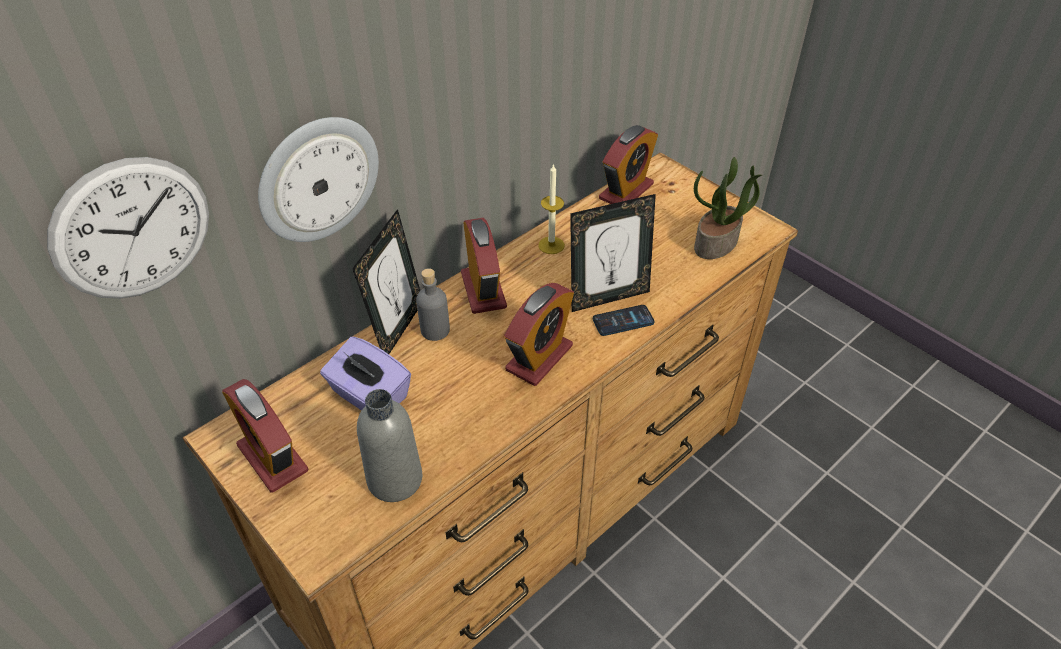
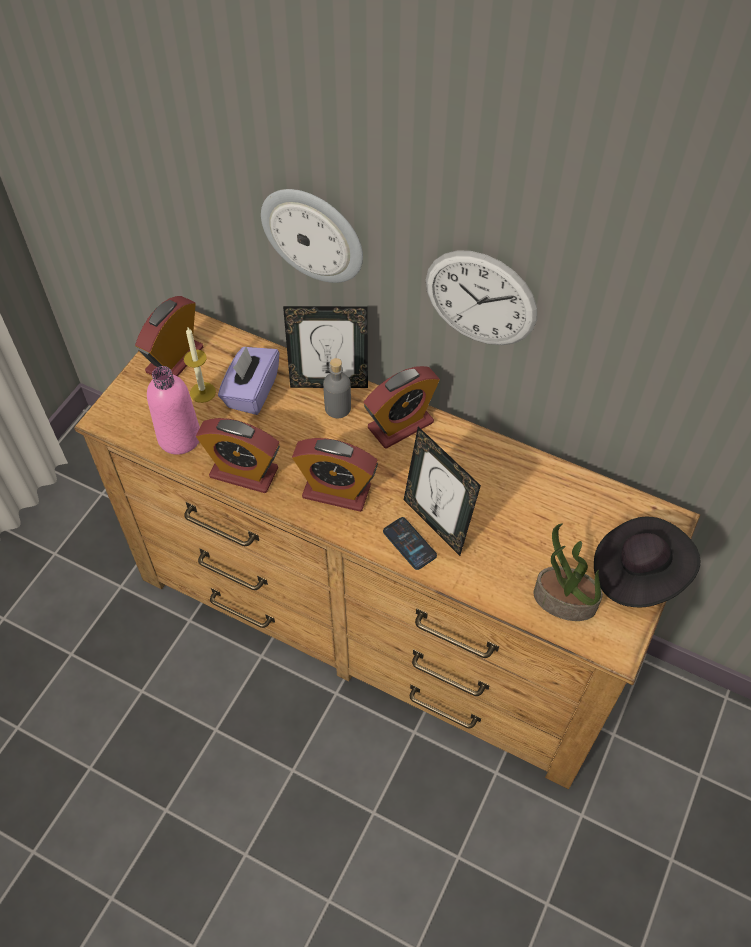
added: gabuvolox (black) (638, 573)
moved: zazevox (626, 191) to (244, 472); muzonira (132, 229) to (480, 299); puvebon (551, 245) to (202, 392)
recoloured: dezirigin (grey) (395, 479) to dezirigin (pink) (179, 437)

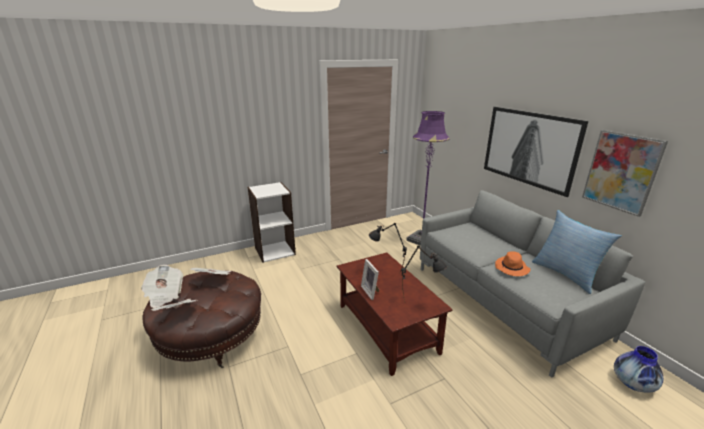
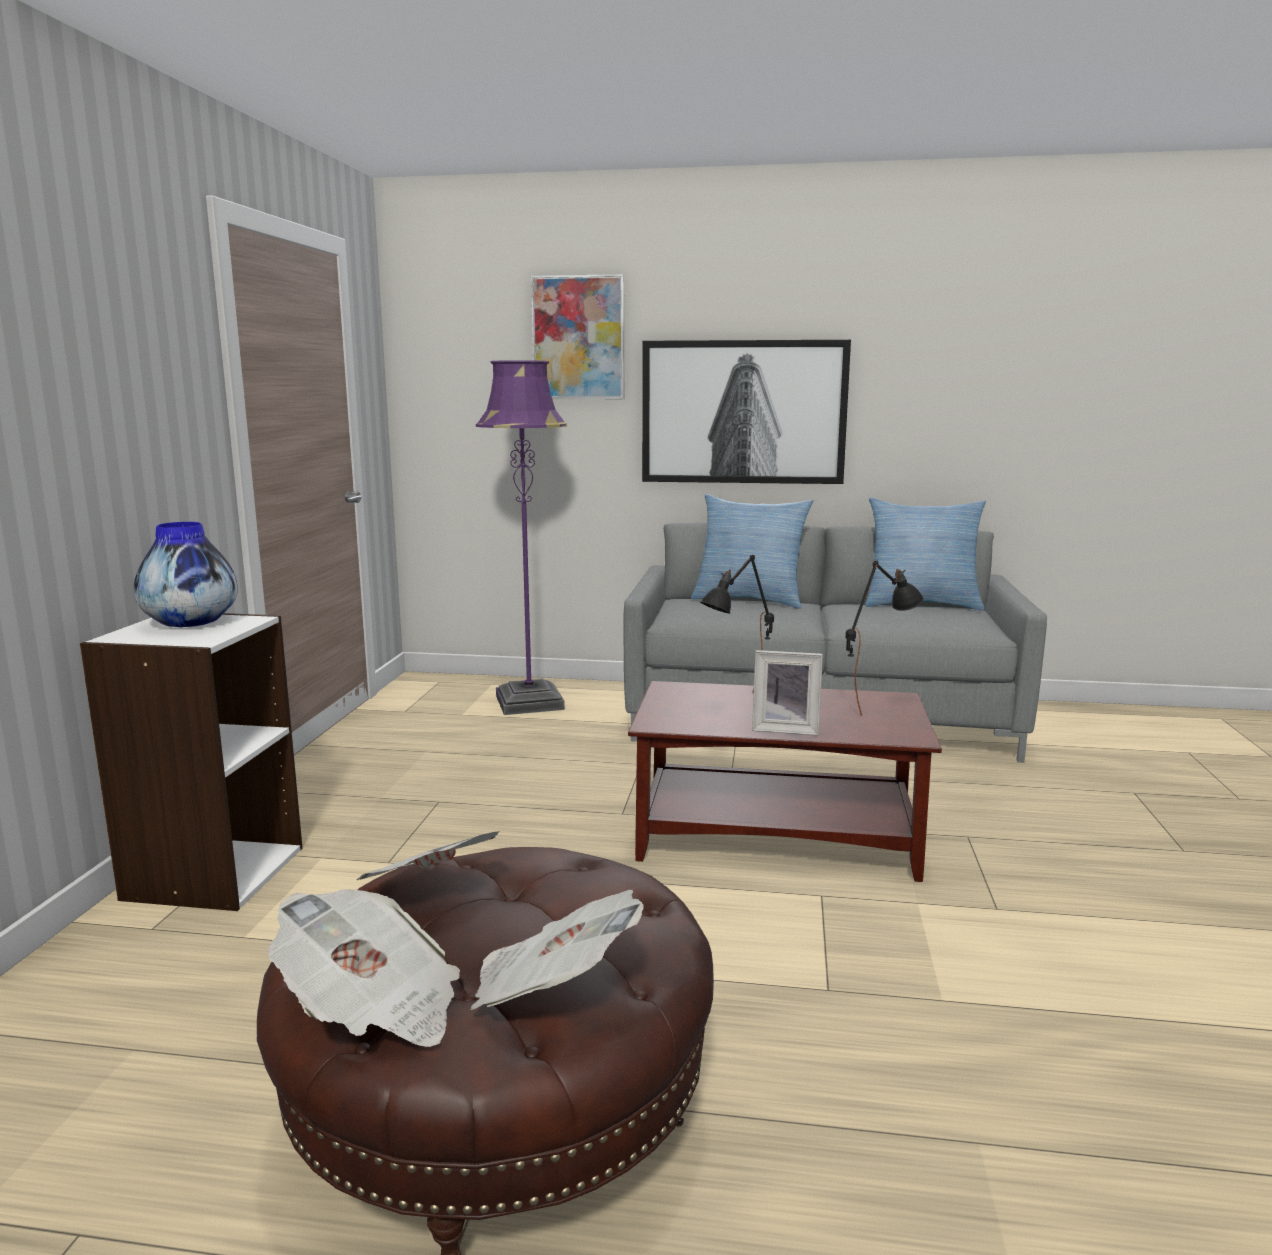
removed: gabuvolox (orange) (512, 268)
added: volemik (750, 600)
moved: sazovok (621, 171) to (578, 338); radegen (633, 383) to (191, 623)

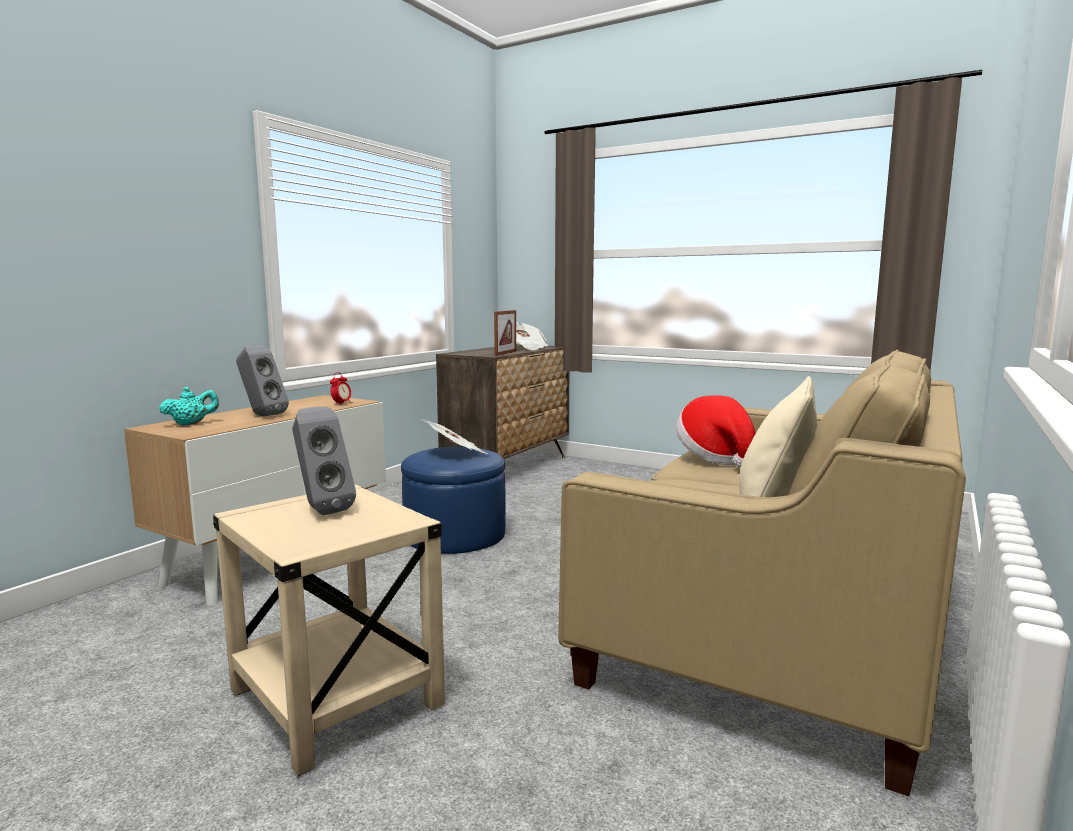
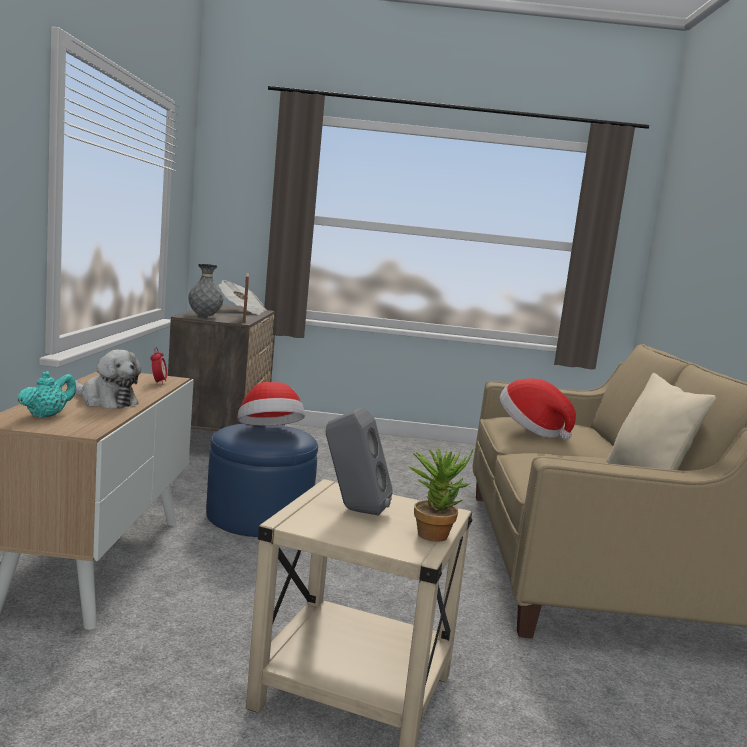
added: radegen (grey) (204, 316); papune (433, 532)
replaced: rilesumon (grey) (261, 415) to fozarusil (105, 401); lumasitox (455, 454) to gabuvolox (269, 433)

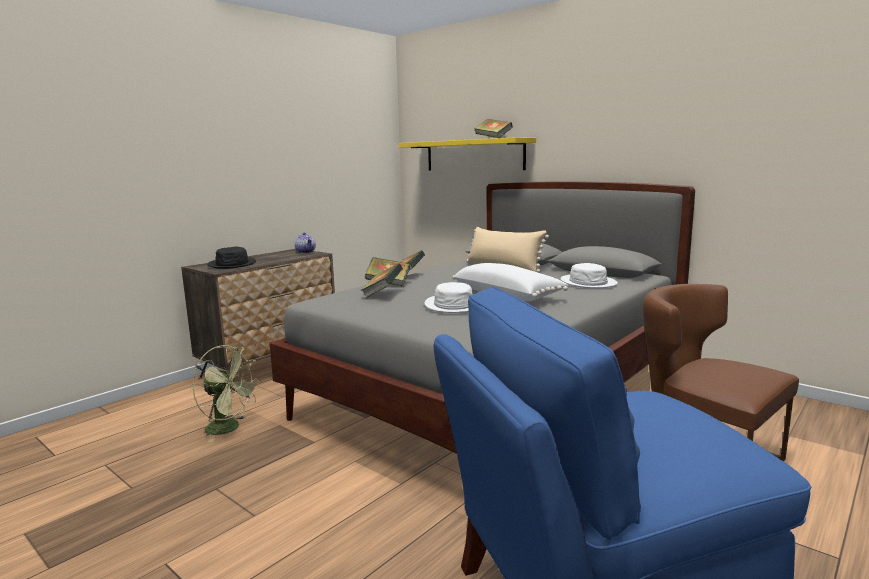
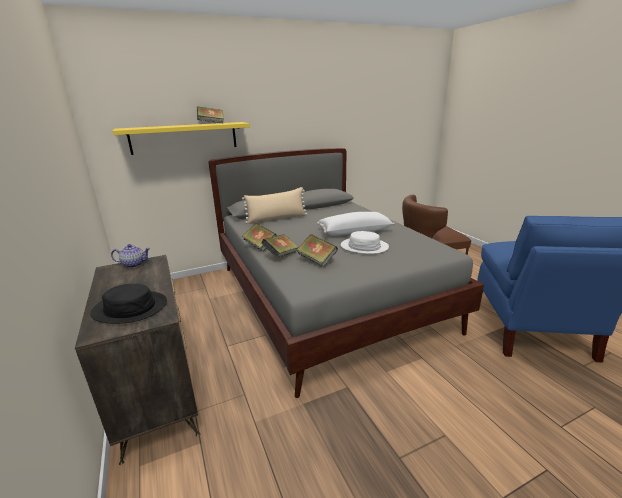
removed: gabuvolox (white) (588, 282); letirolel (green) (229, 429)

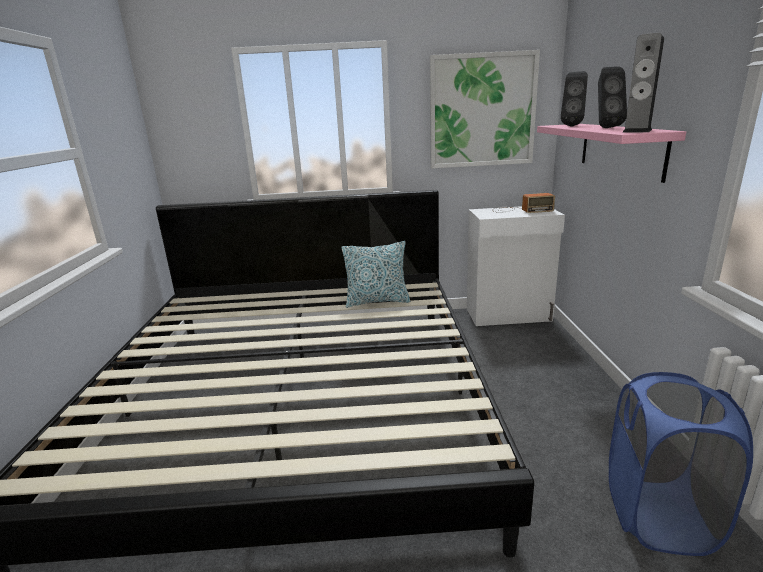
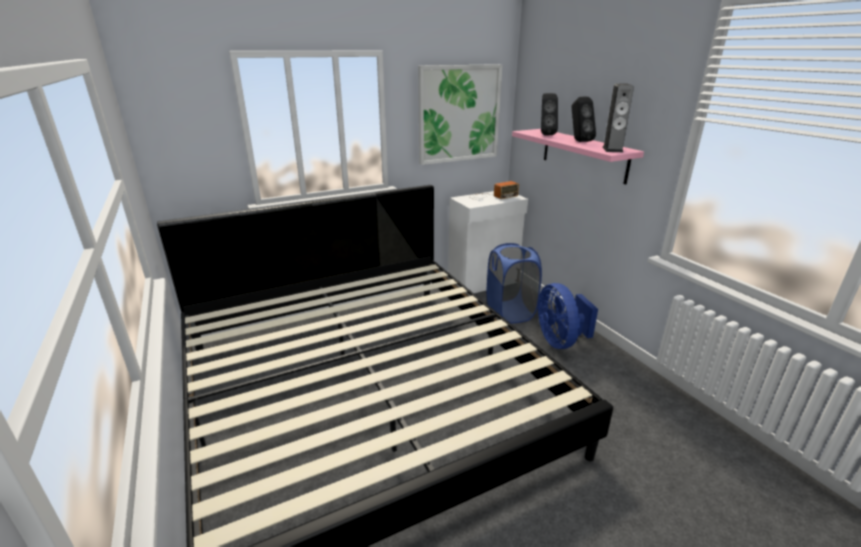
removed: volemik (377, 301)
added: letirolel (blue) (560, 340)
moved: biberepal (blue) (658, 516) to (510, 312)

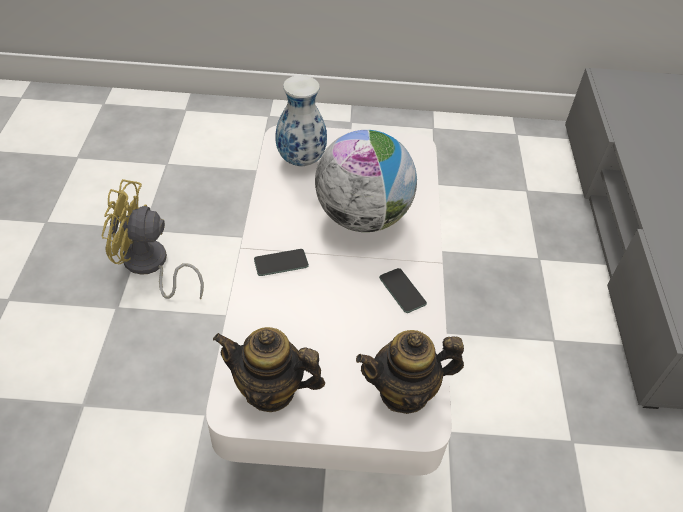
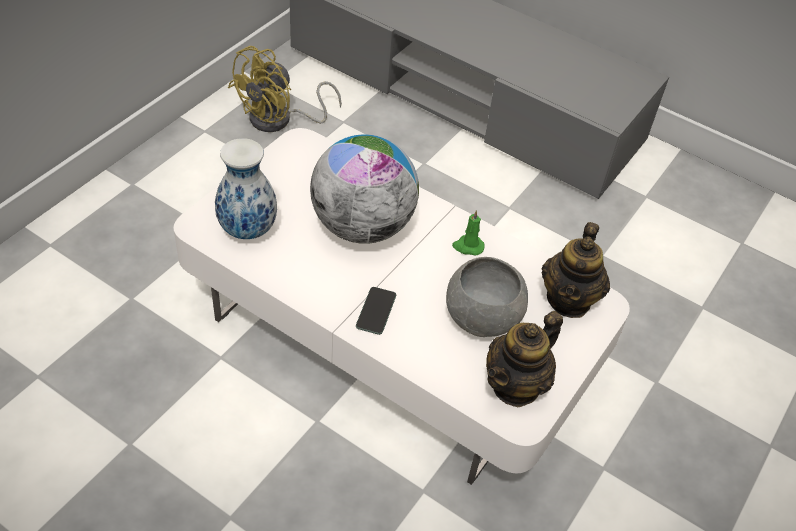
added: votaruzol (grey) (482, 318)
moved: letirolel (yellow) (150, 266) to (280, 120)
replaced: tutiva (402, 291) to puvebon (green) (468, 246)

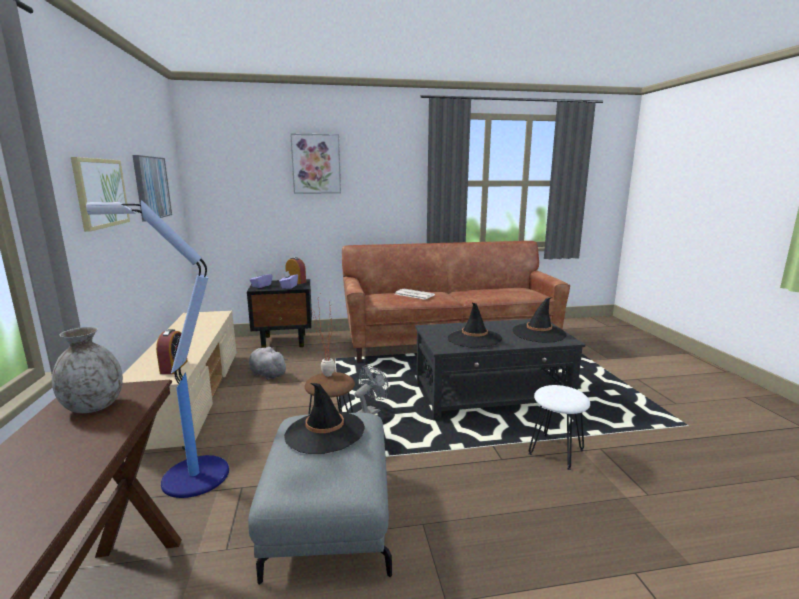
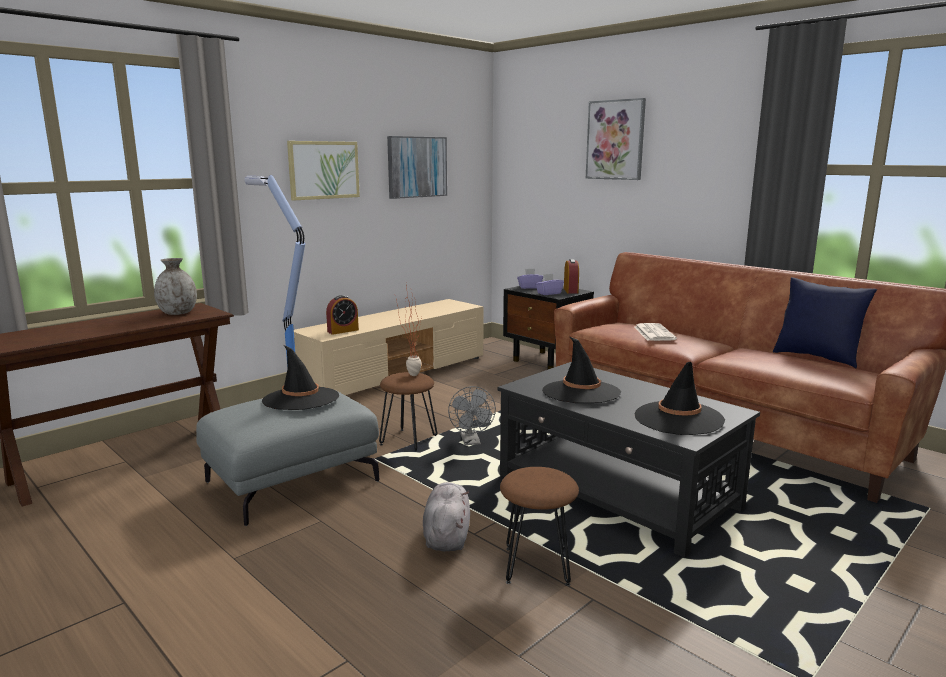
added: volemik (blue) (816, 357)
moved: fozarusil (grey) (267, 374) to (447, 536)
recoloured: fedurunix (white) (556, 452) to fedurunix (brown) (536, 566)
turned: letirolel (grey) (370, 412) = (471, 442) 75 degrees clockwise

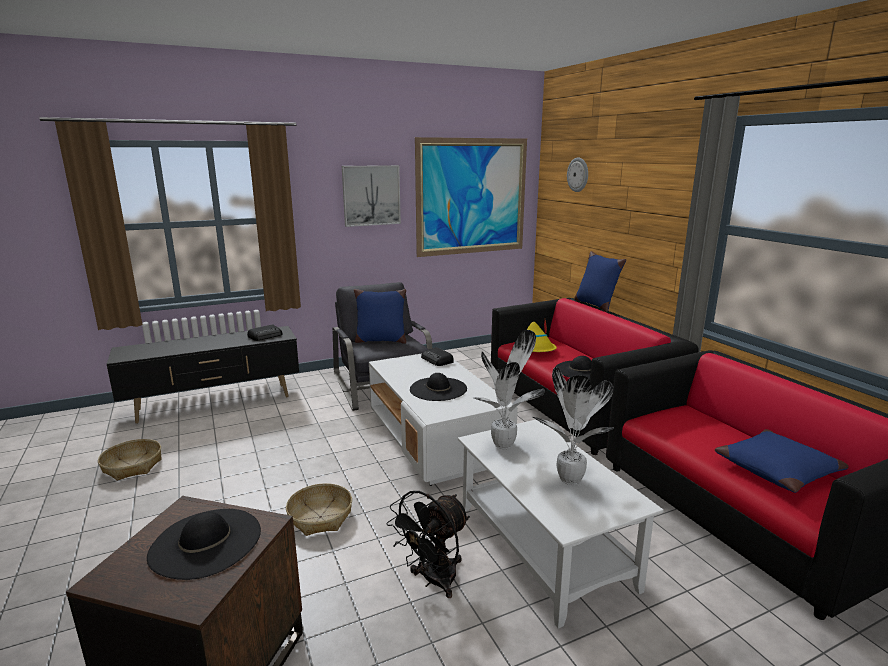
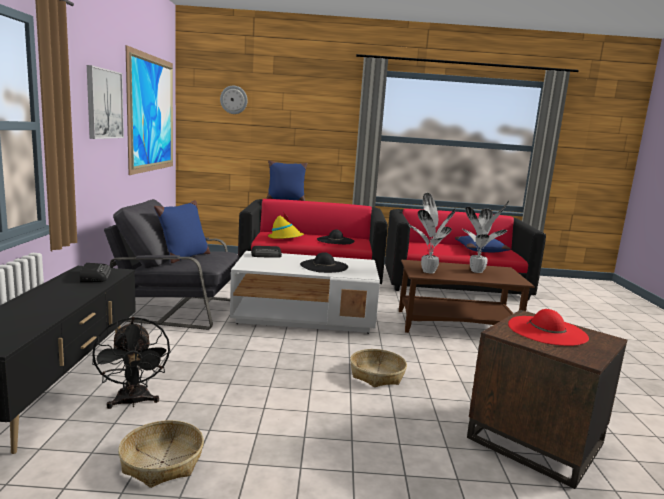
moved: letirolel (black) (433, 581) to (133, 402)
recoloured: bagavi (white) (545, 547) to bagavi (brown) (457, 325); gabuvolox (black) (205, 542) to gabuvolox (red) (547, 331)

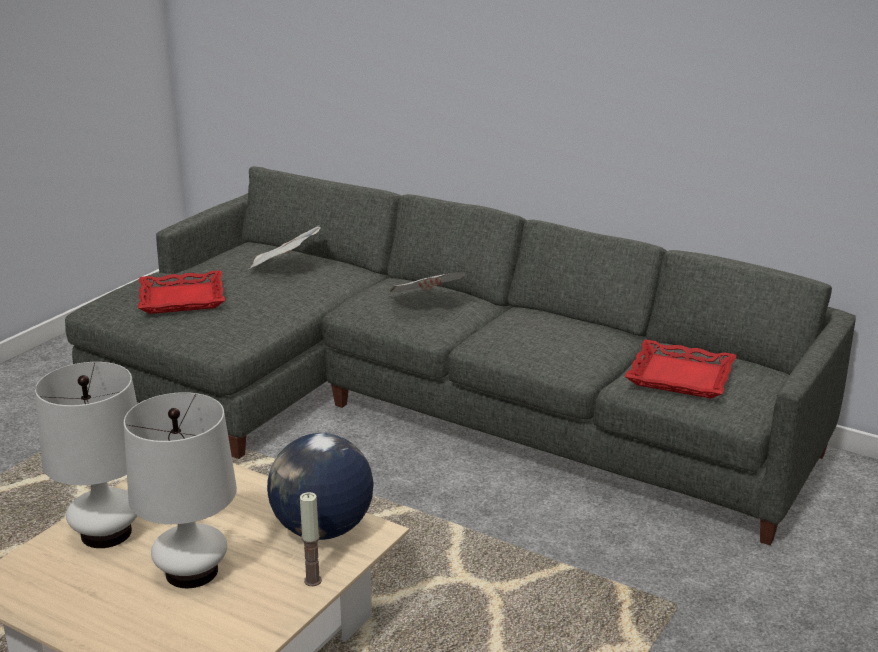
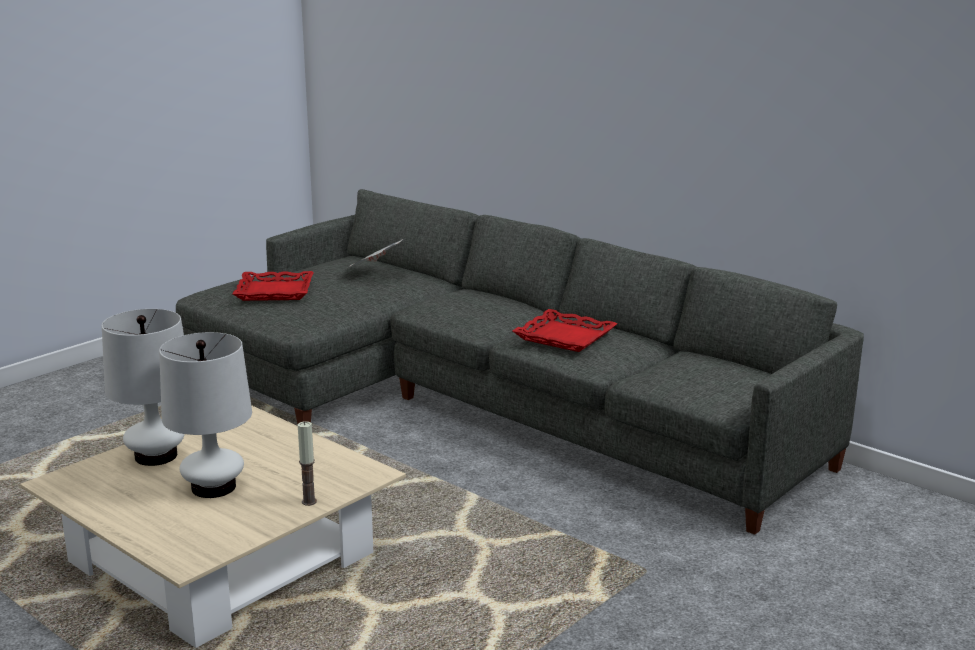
removed: lumasitox (426, 303); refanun (322, 530)
moved: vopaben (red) (680, 376) to (565, 337)

